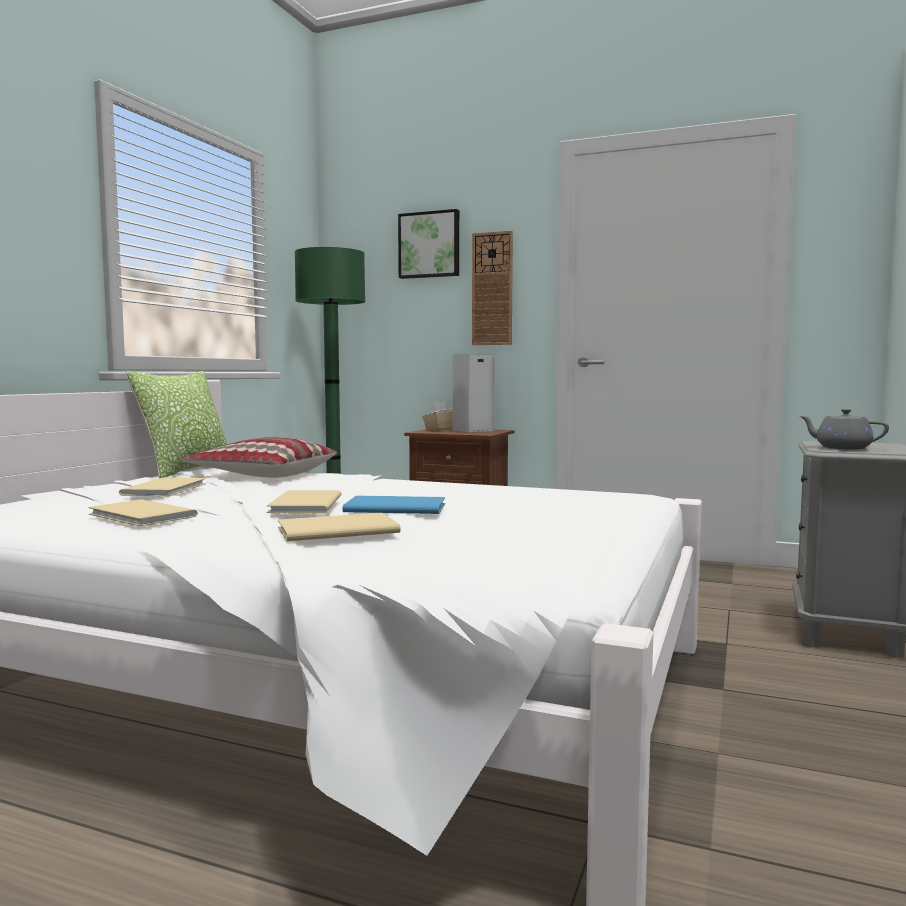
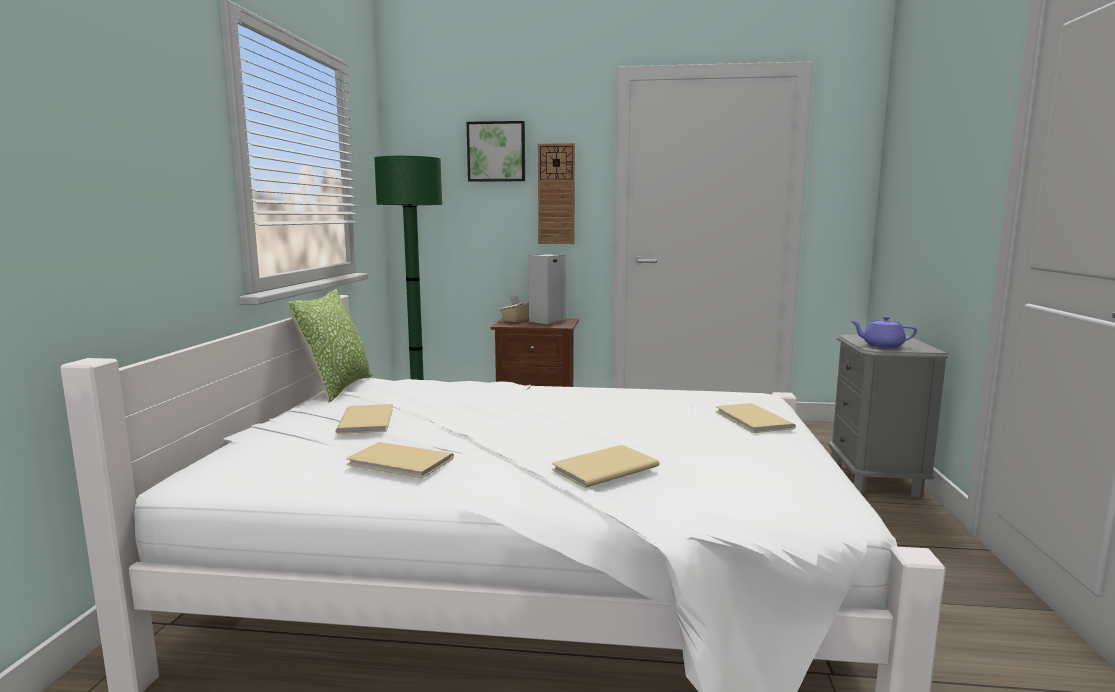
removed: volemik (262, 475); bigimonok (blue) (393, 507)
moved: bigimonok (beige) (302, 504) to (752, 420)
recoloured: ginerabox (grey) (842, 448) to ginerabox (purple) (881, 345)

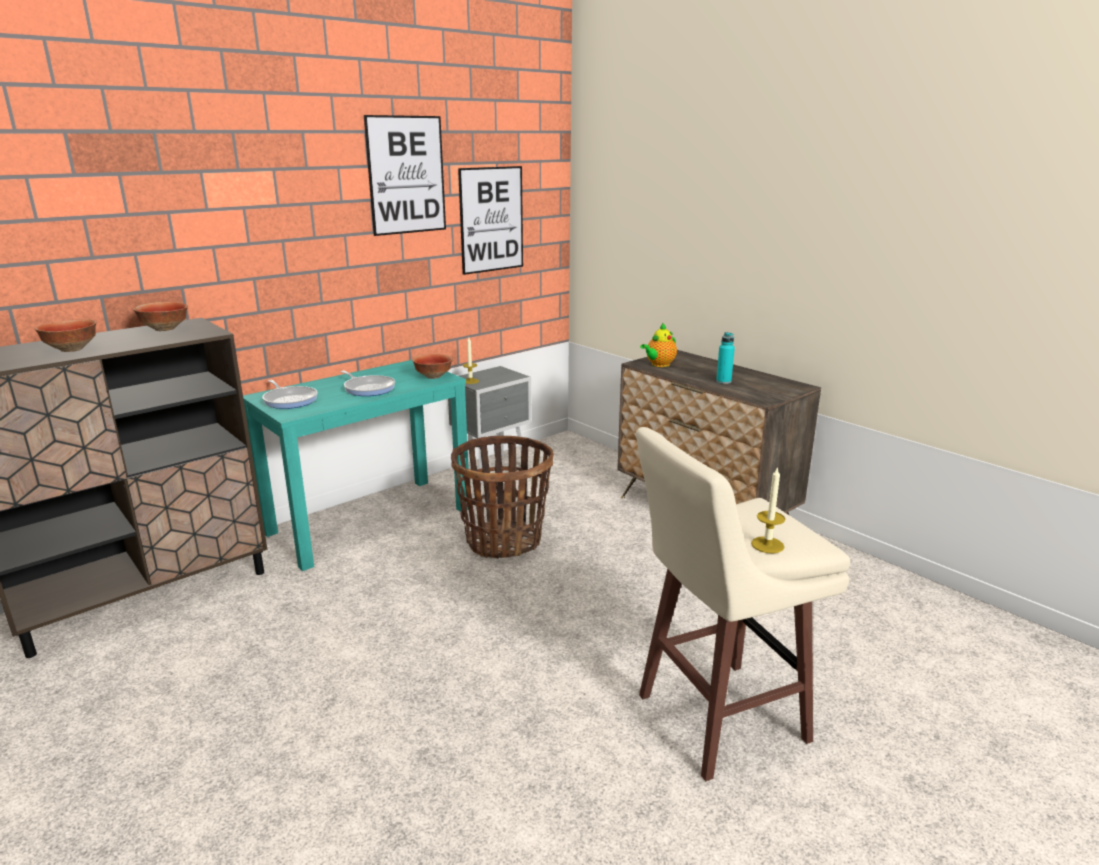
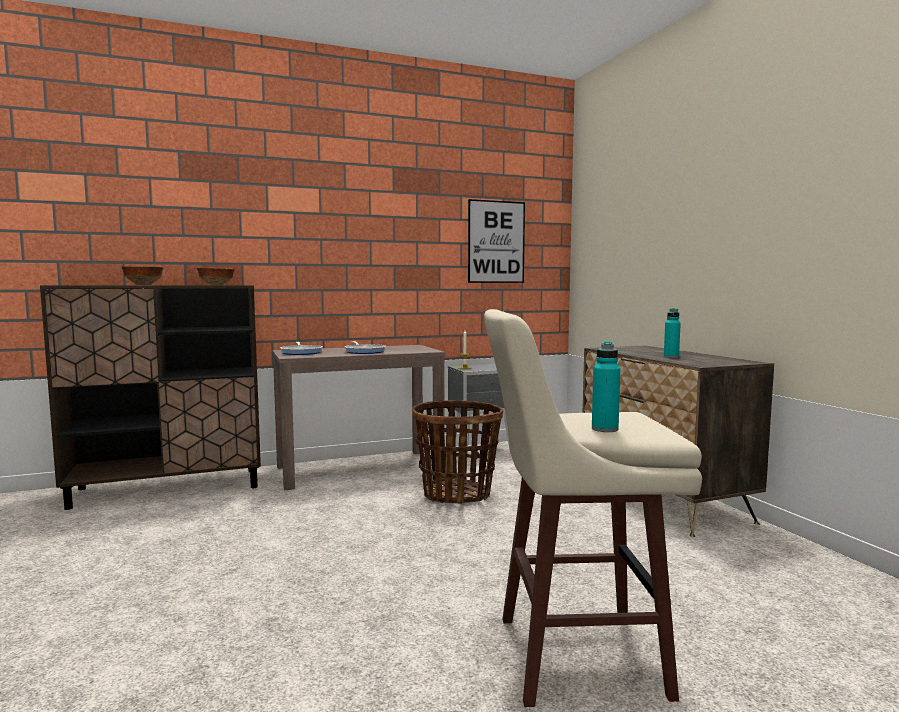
removed: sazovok (406, 175); ginerabox (659, 365); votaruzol (433, 376)
replaced: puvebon (767, 545) to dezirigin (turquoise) (604, 429)
recoloured: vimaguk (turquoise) (370, 520) to vimaguk (brown) (360, 468)

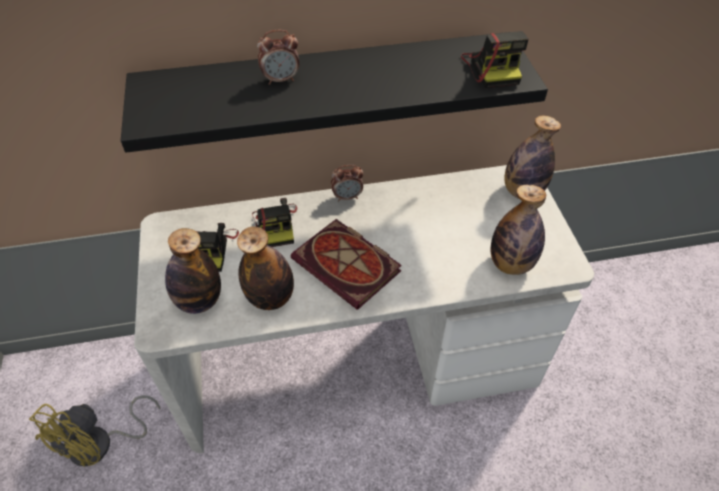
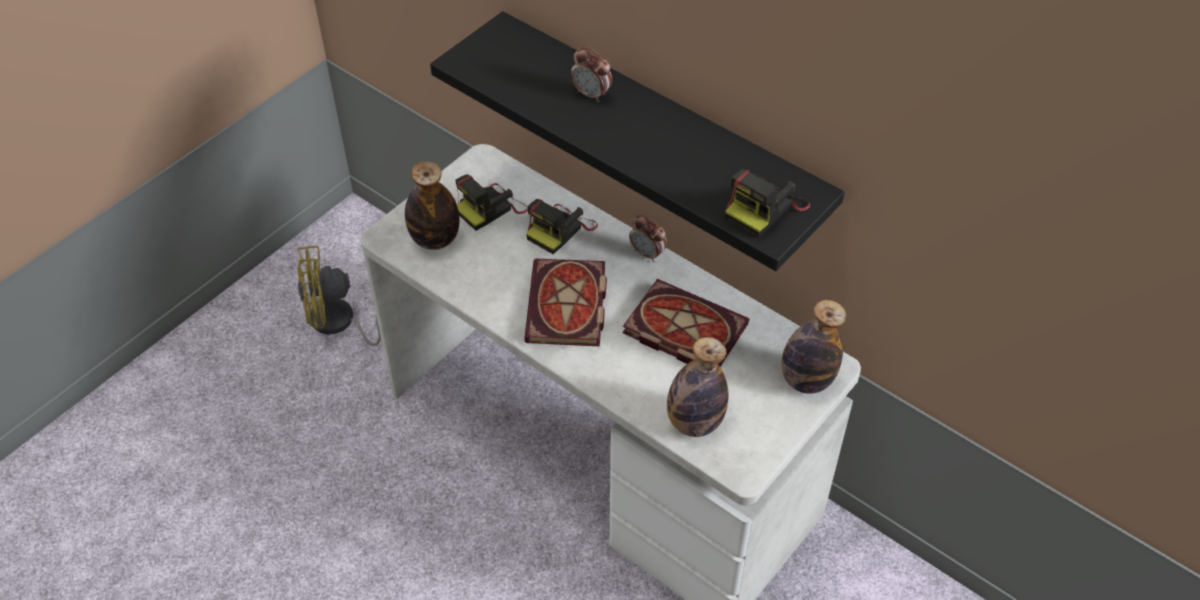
removed: dezirigin (270, 298)
added: bigimonok (681, 329)

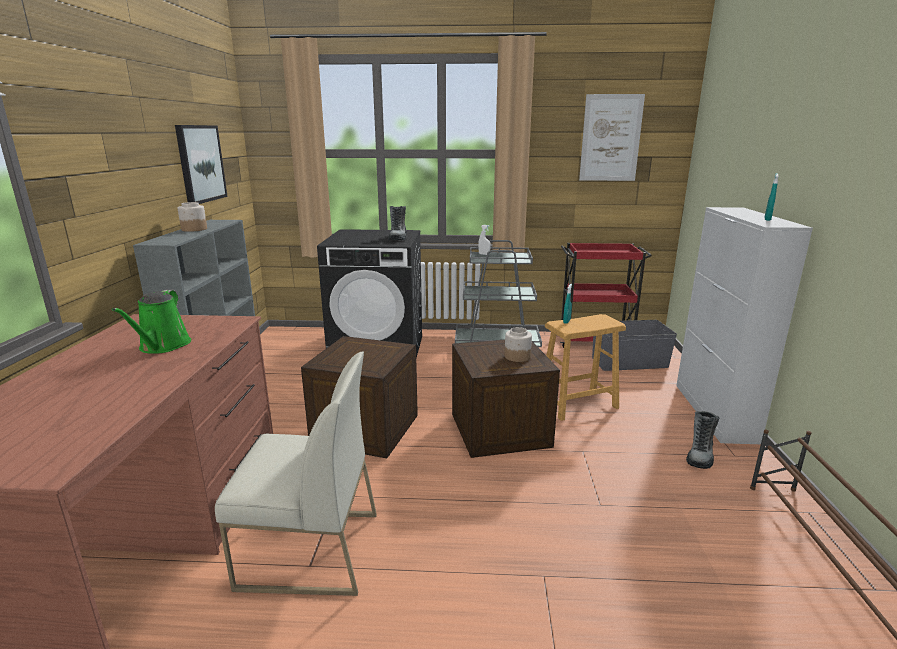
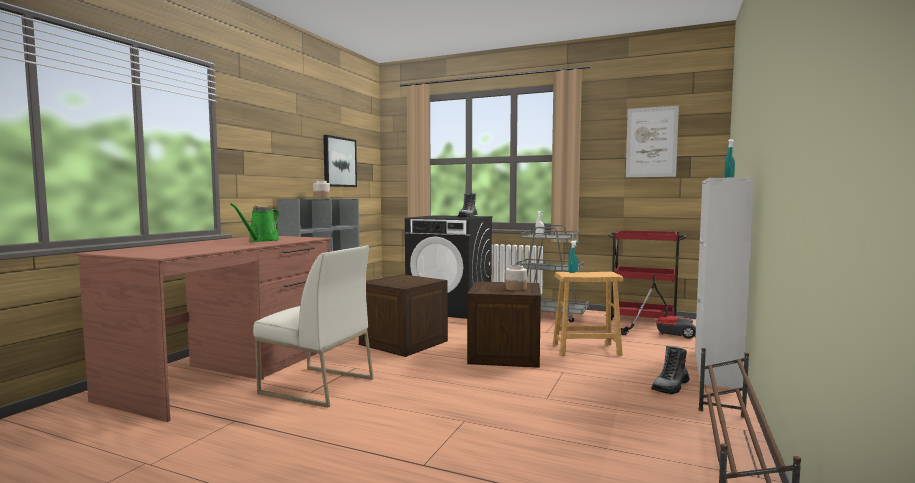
replaced: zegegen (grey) (630, 362) to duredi (663, 333)

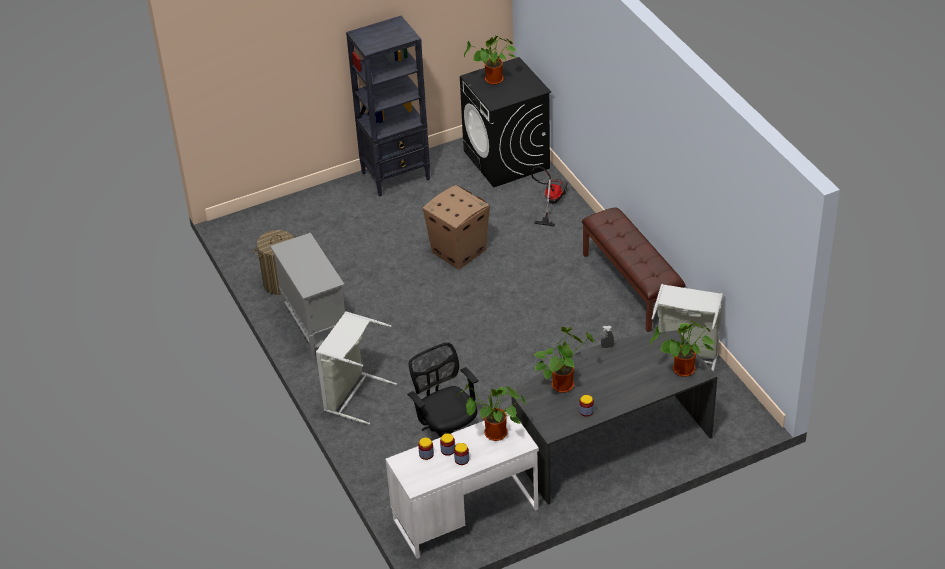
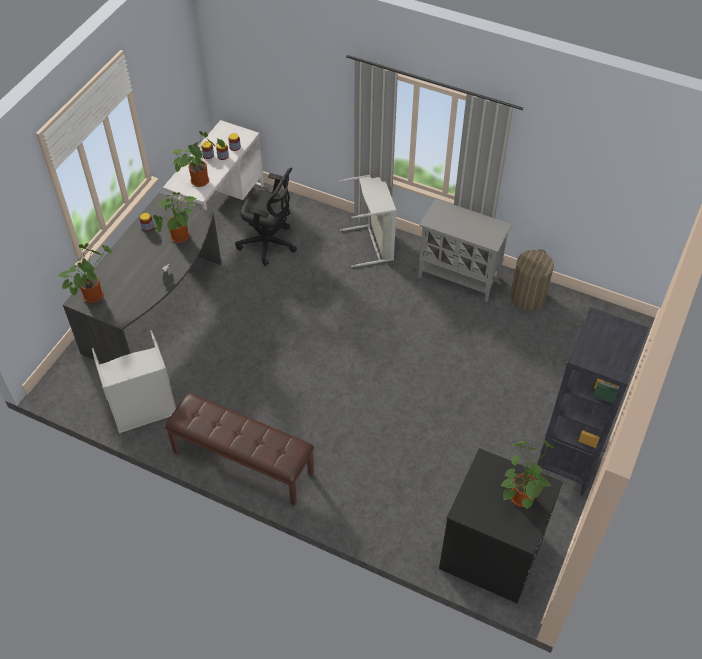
removed: duredi (550, 202); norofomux (458, 250)

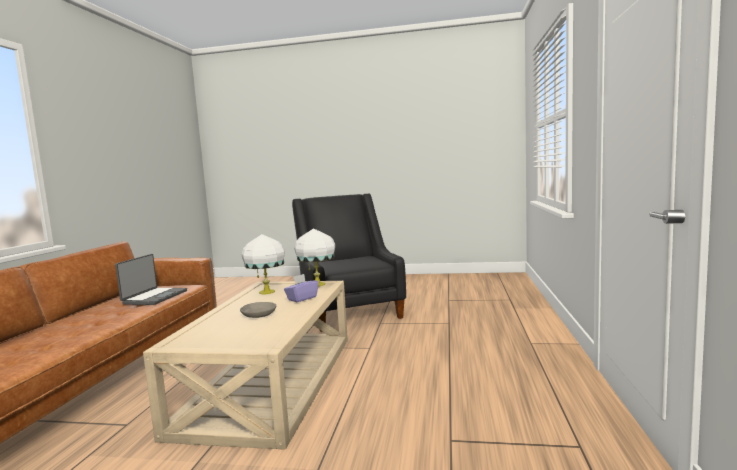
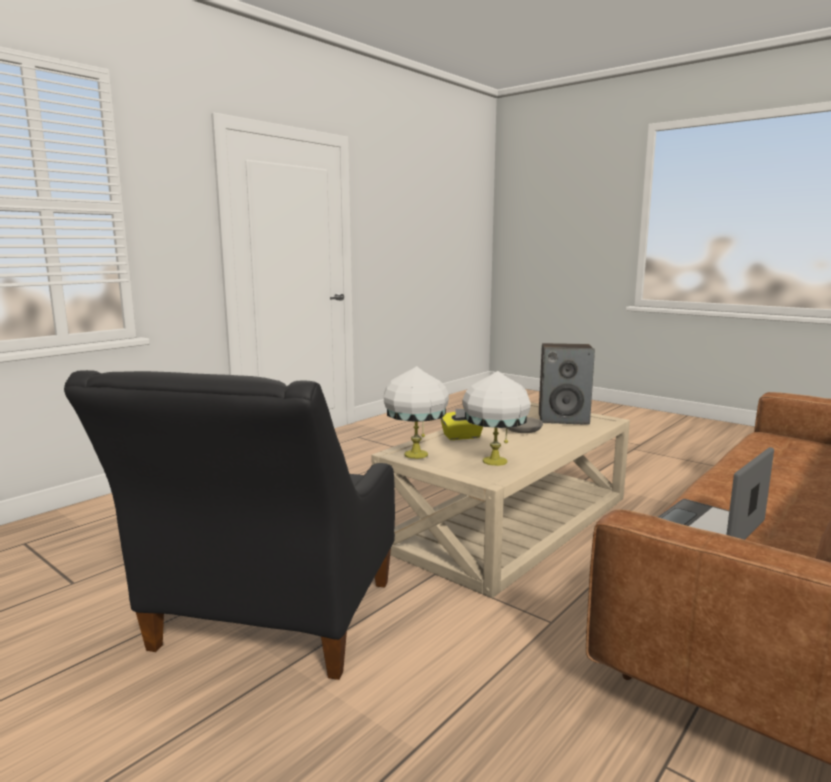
added: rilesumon (563, 419)
recoloured: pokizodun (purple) (302, 298) to pokizodun (yellow) (462, 437)

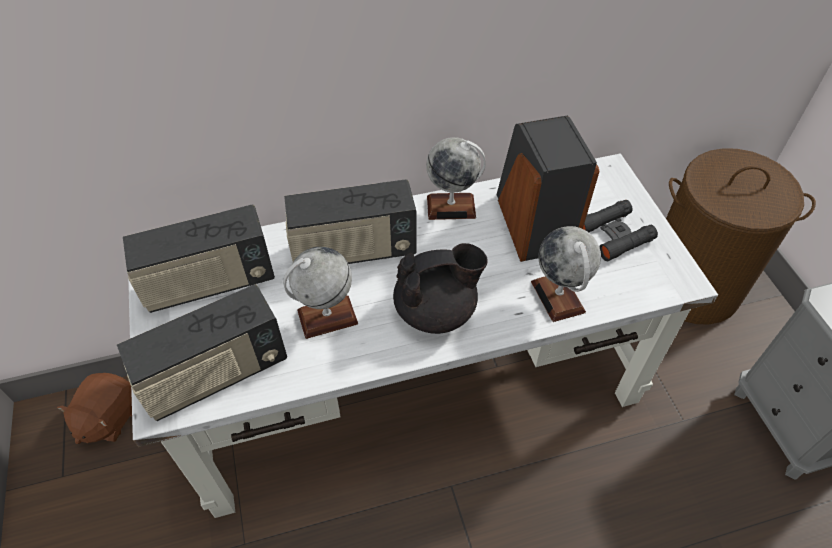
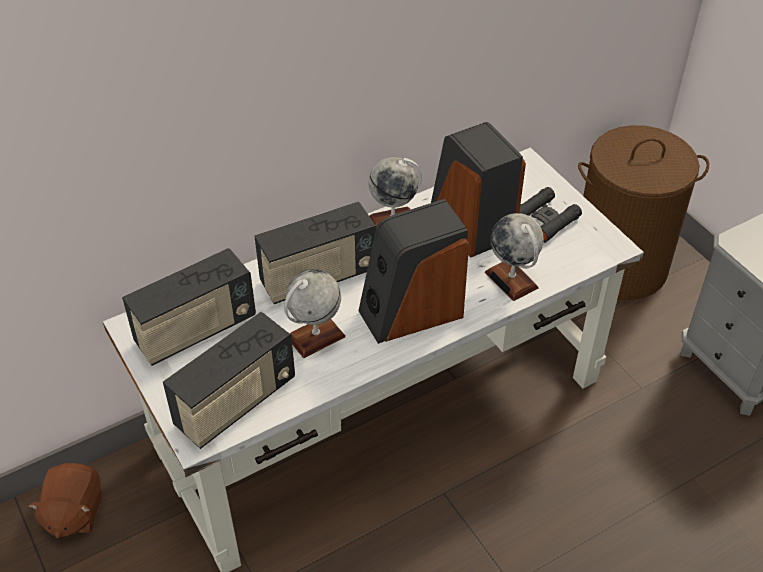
replaced: ginerabox (black) (436, 310) to rilesumon (411, 312)

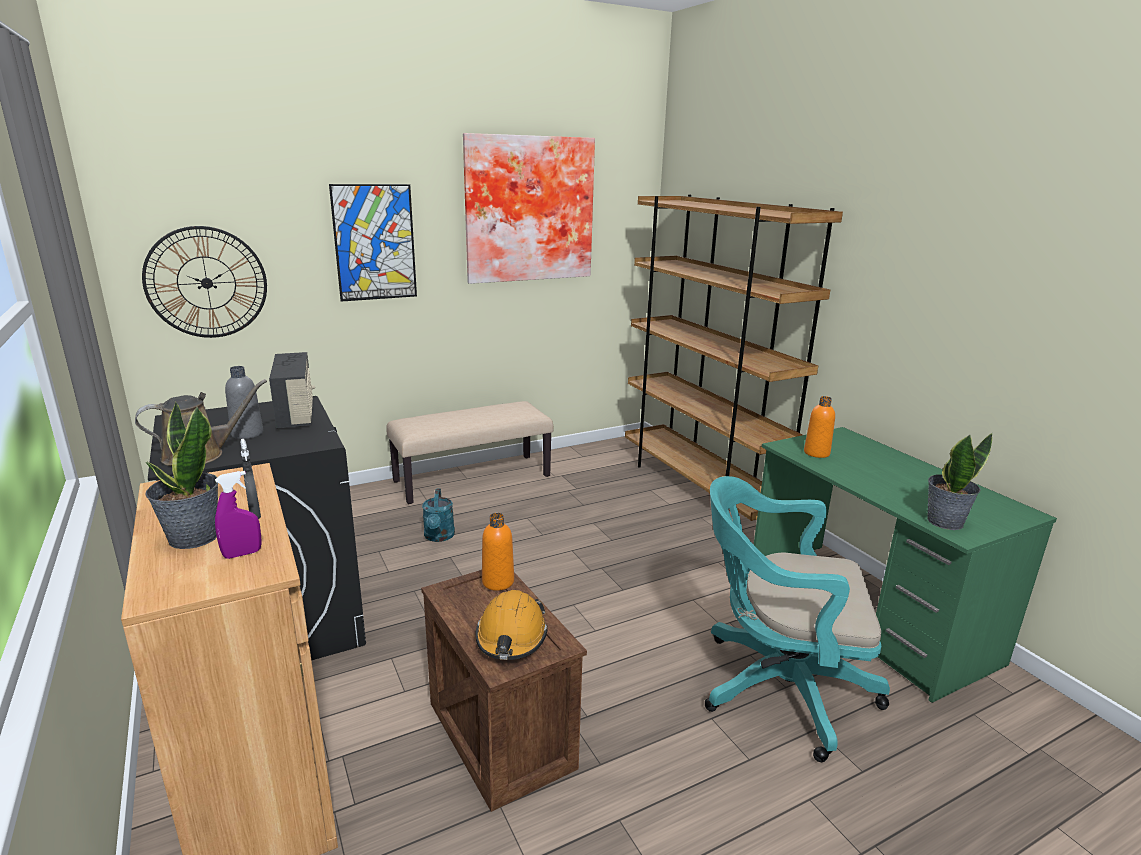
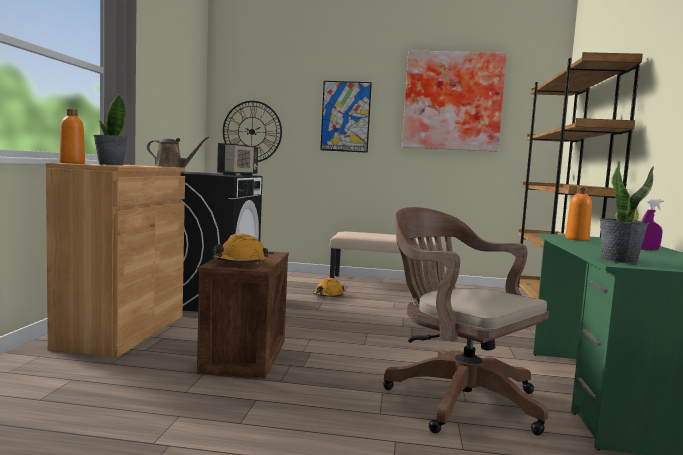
removed: dezirigin (grey) (247, 434); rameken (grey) (255, 514)
moved: rameken (purple) (242, 554) to (648, 249); dezirigin (orange) (498, 582) to (72, 163)
replaced: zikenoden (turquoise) (439, 537) to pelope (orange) (328, 295)
recoloured: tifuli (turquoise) (775, 687) to tifuli (brown) (457, 398)

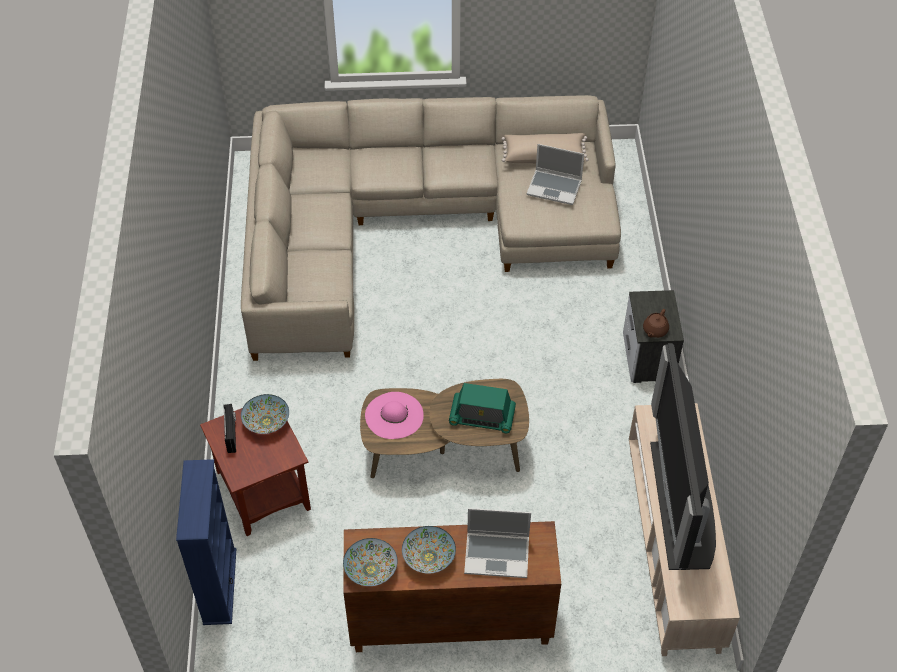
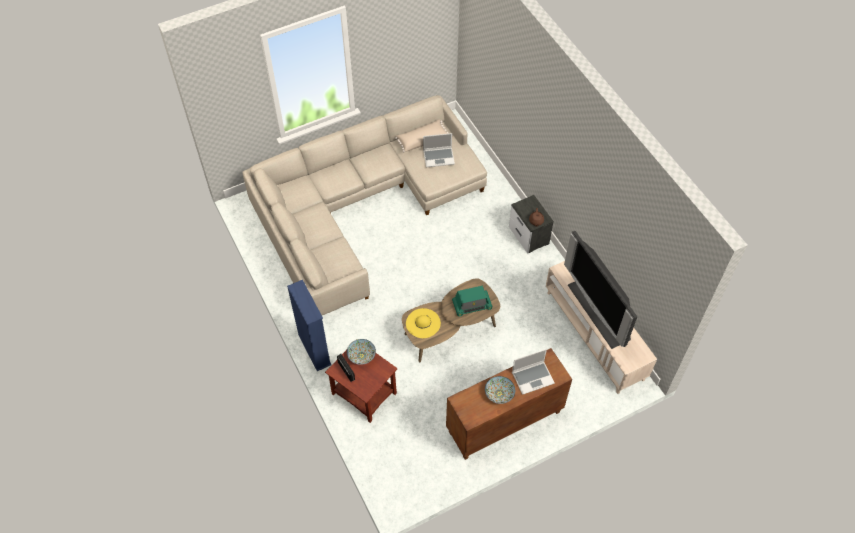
removed: votaruzol (371, 570)
moved: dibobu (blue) (219, 586) to (314, 349)
recoloured: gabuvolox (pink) (394, 415) to gabuvolox (yellow) (423, 323)

